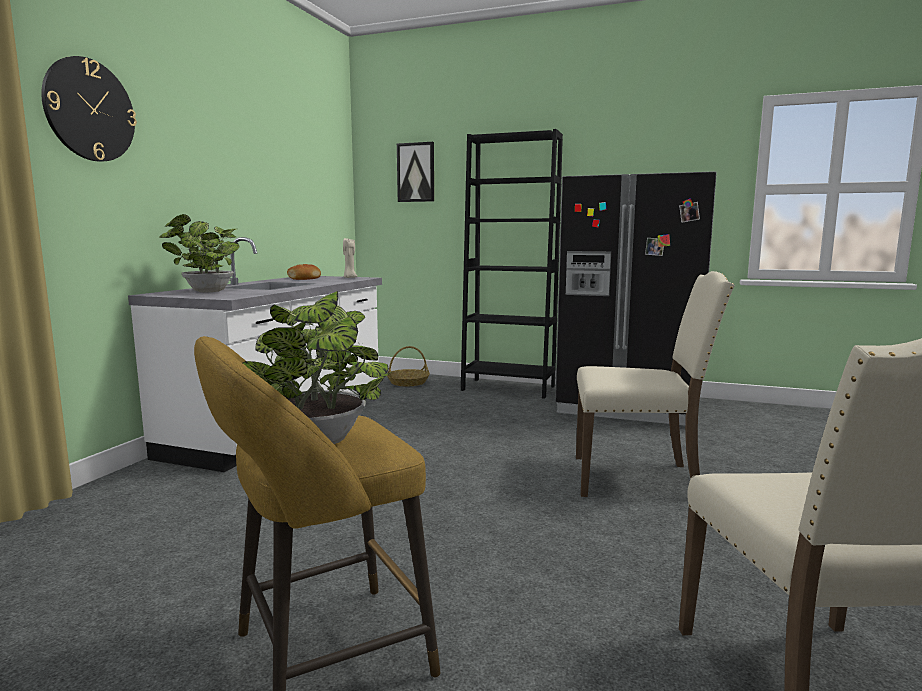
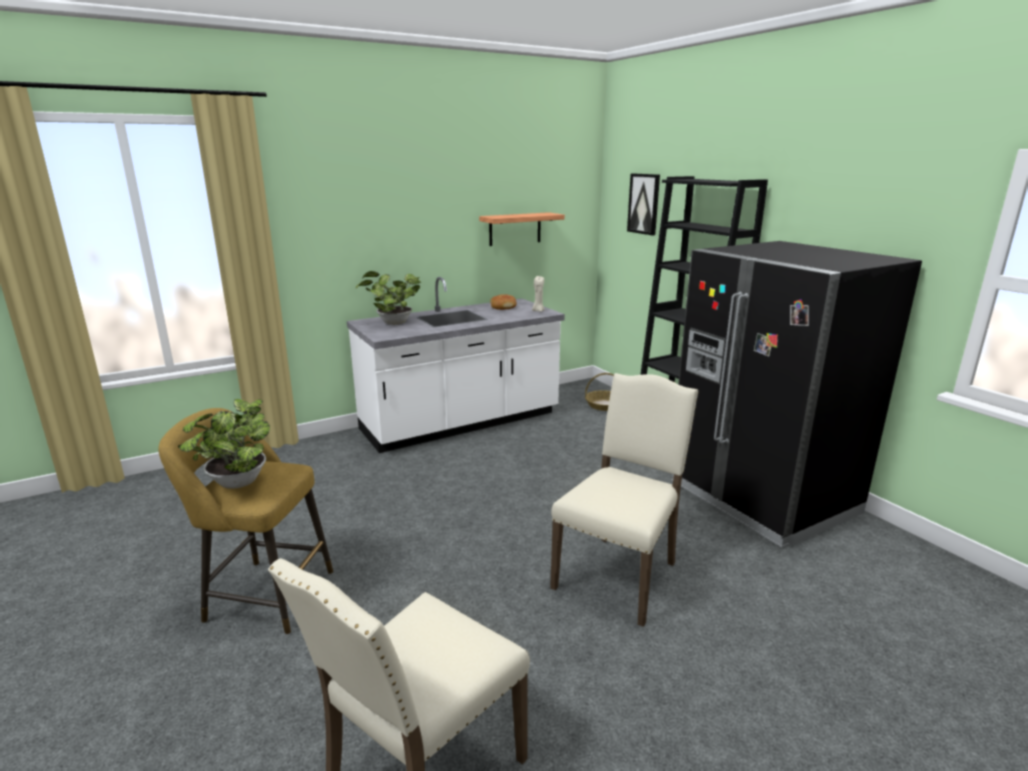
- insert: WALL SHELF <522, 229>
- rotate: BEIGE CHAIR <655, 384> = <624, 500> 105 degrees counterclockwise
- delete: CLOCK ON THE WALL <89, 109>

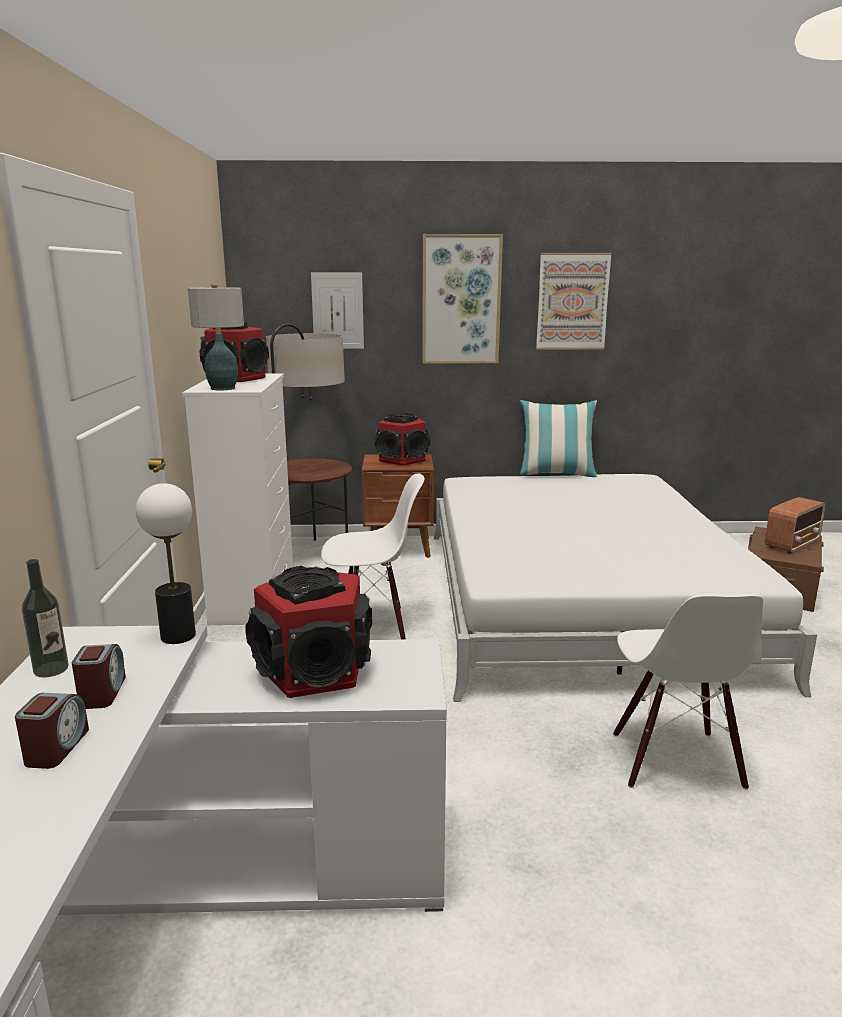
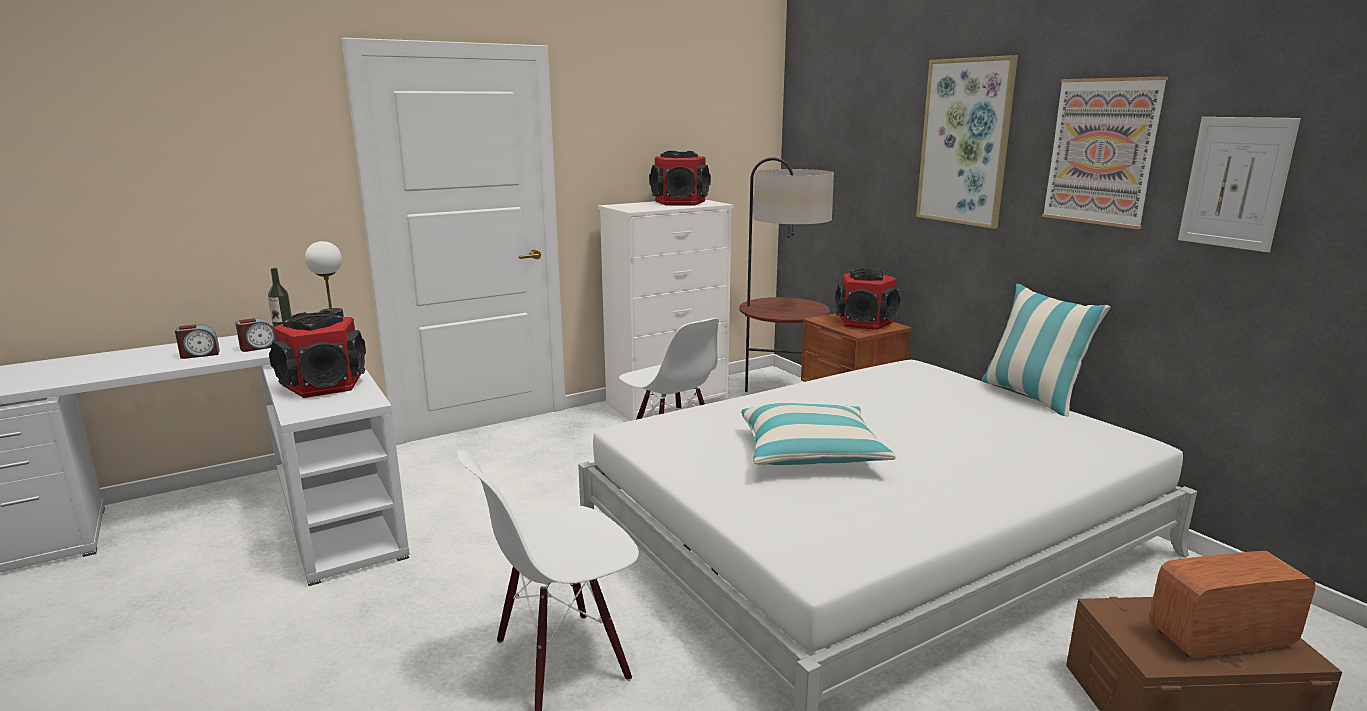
- insert: PILLOW <818, 434>
- rotate: RADIO SET <795, 525> = <1232, 604> 150 degrees clockwise
- move: WALL ART <337, 311> to <1239, 185>
- delete: LAMP FOR A TABLE <216, 337>

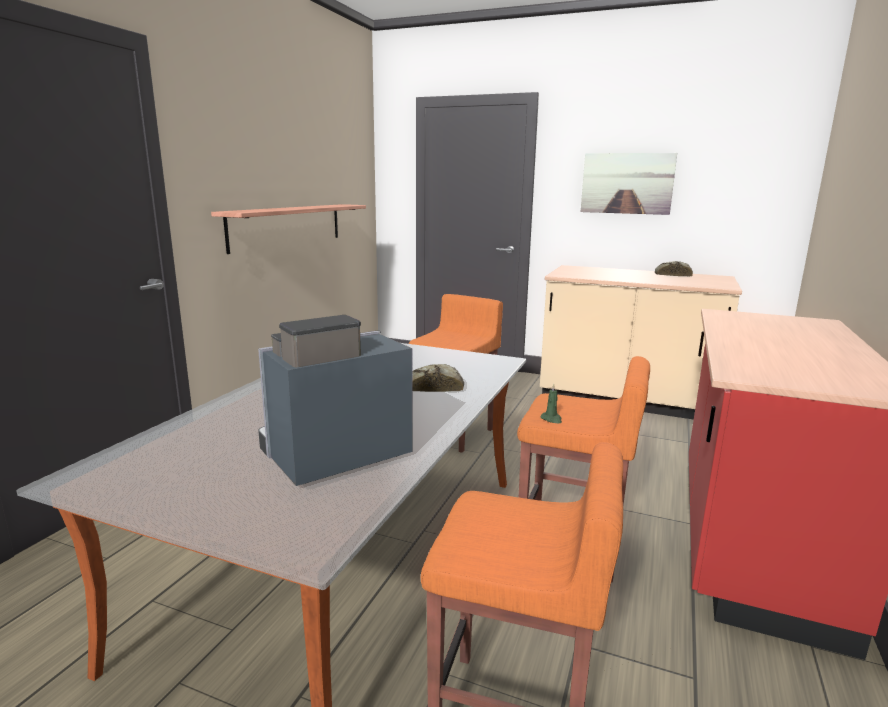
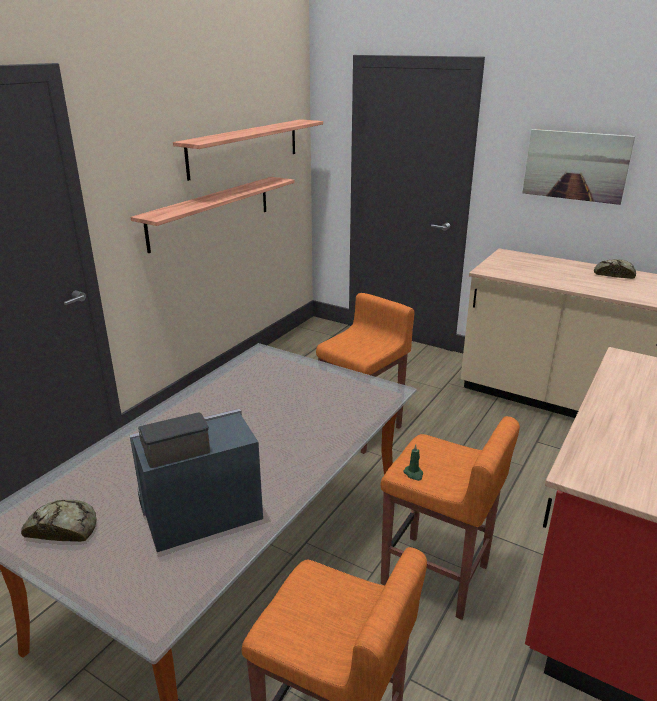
- move: BREAD <438, 378> to <58, 521>
- insert: WALL SHELF <248, 150>

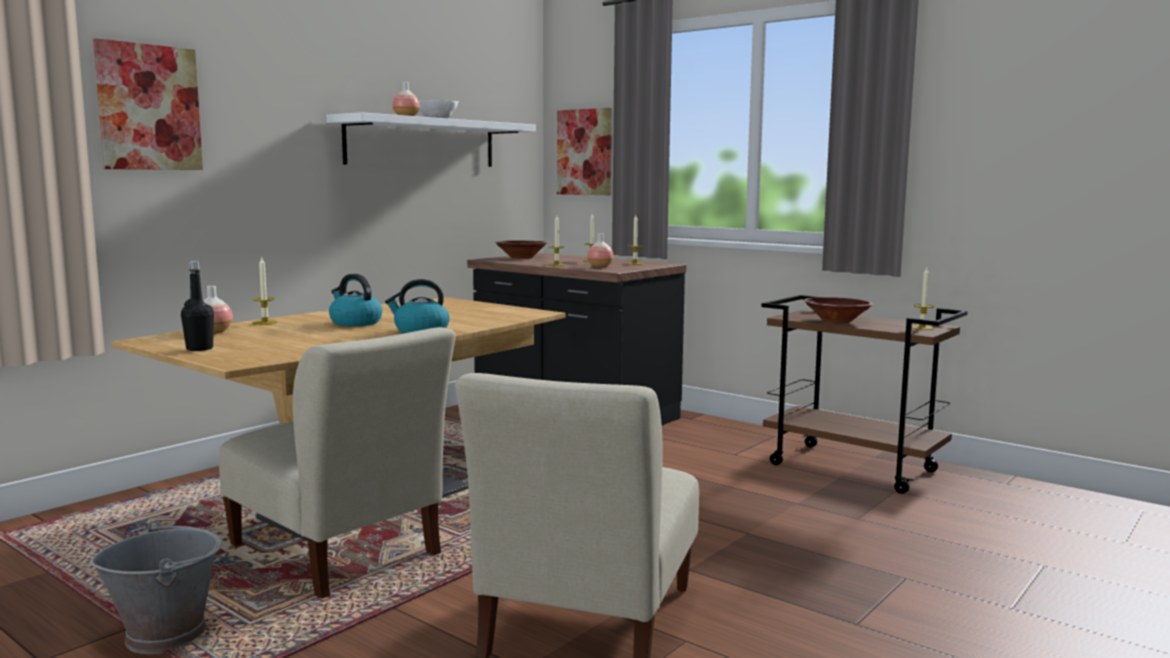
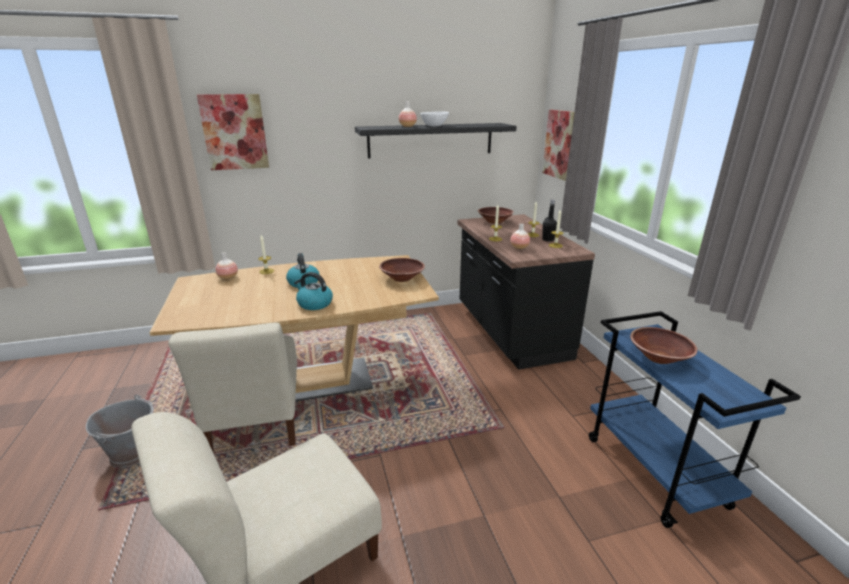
- recolor: WHITISH WALL SHELF <431, 139> to BLACKISH WALL SHELF <436, 140>
- insert: BROWN-COLOURED BOWL <402, 270>
- move: BLACKISH BEVERAGE BOTTLE <197, 306> to <549, 221>
- recolor: BROWN-COLOURED WHEELED CART <864, 394> to BLUE-COLOURED WHEELED CART <695, 419>
- delete: WAX LIGHT <923, 299>

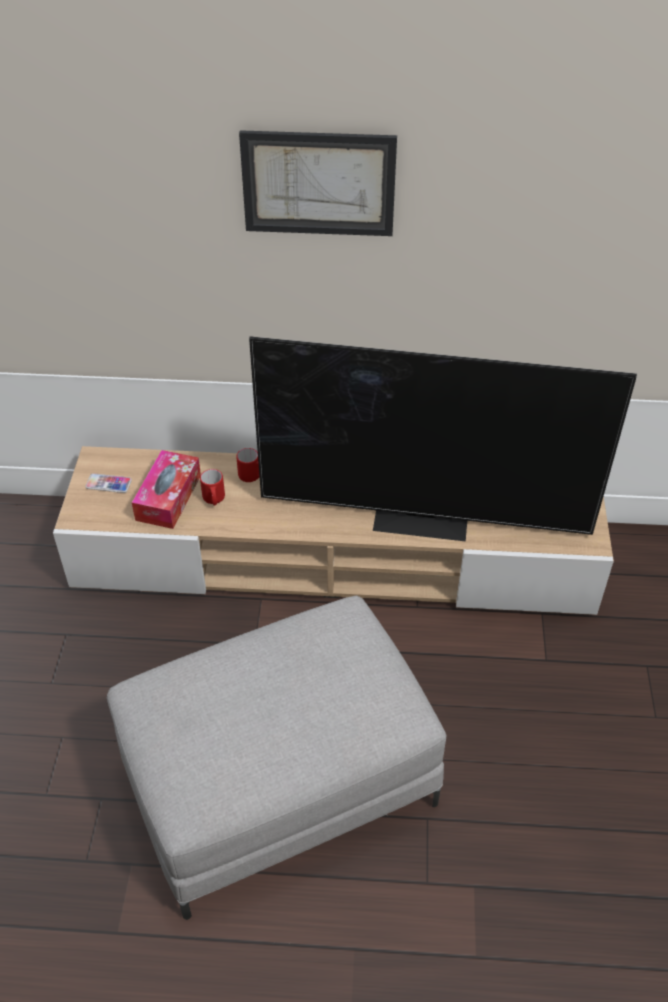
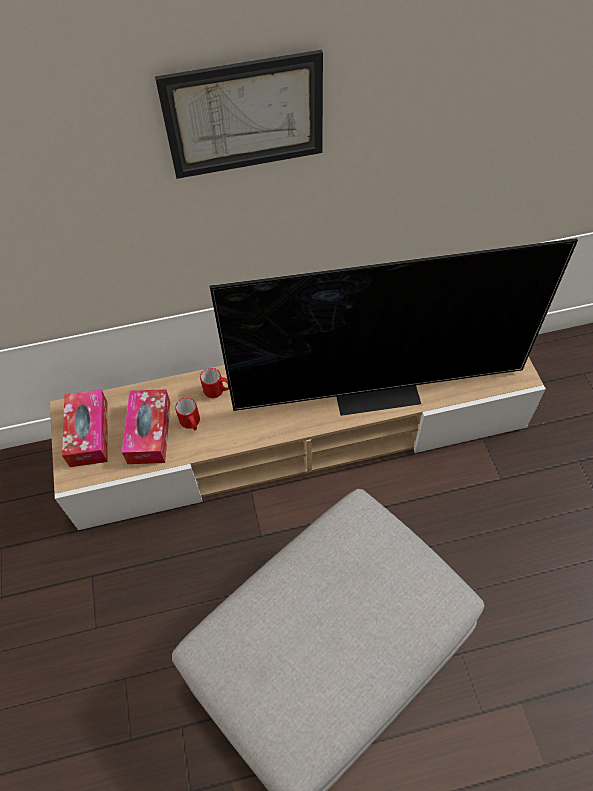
- replace: HANDSET <108, 483> to BOX OF TISSUES <85, 428>

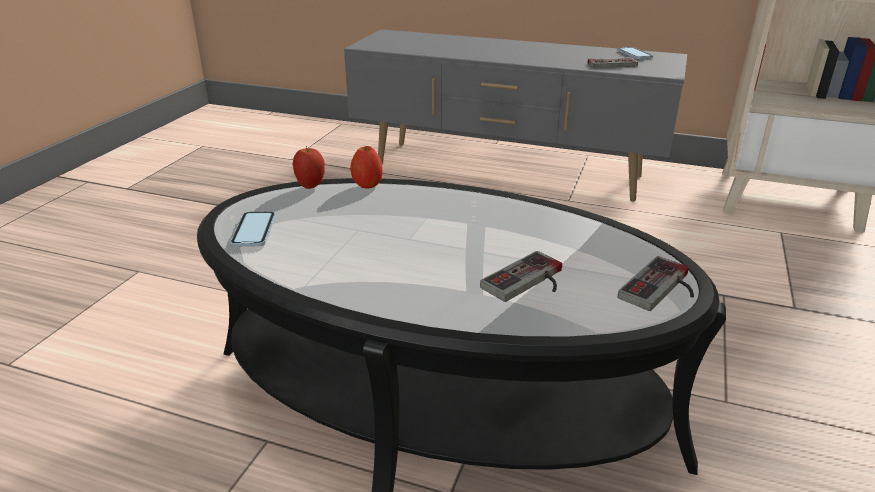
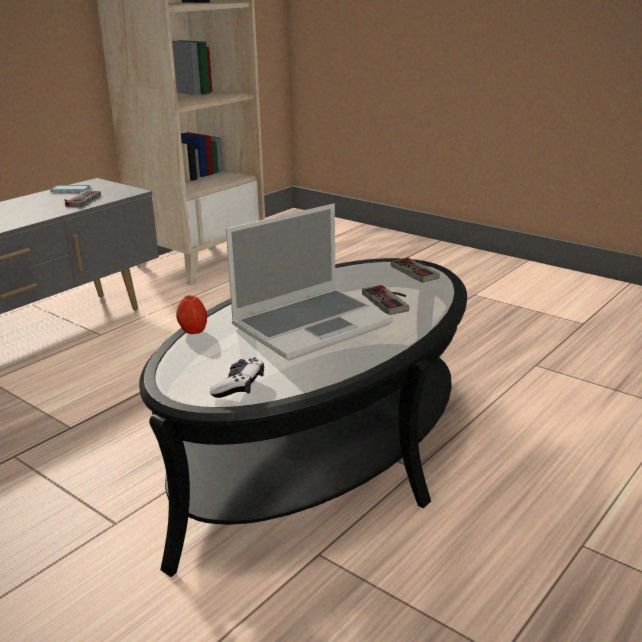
- replace: HANDSET <253, 229> to JOYPAD <237, 378>
- insert: PORTABLE COMPUTER <309, 282>
- delete: APPLE <309, 167>

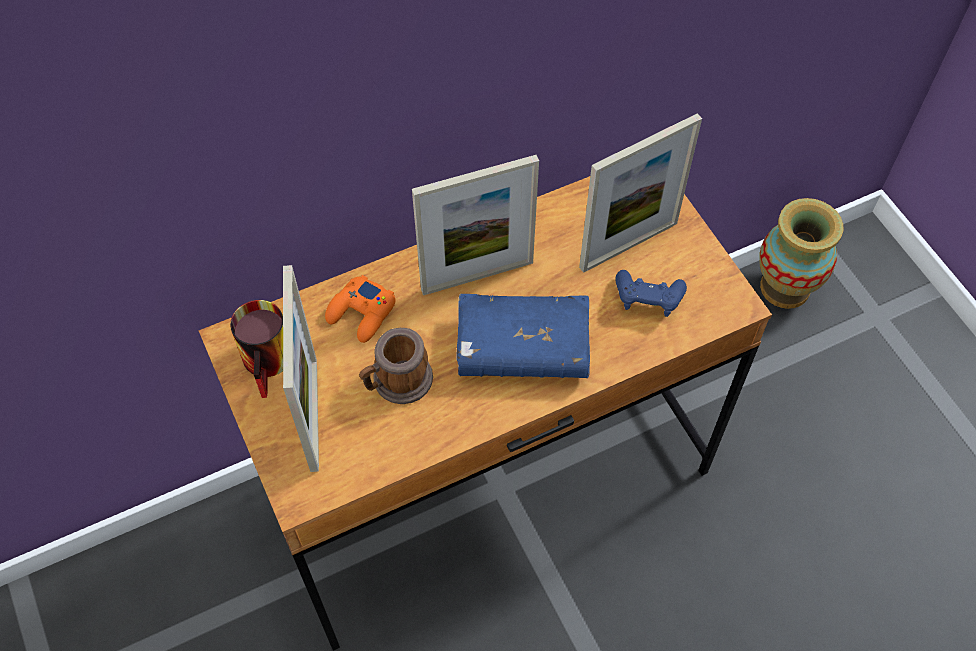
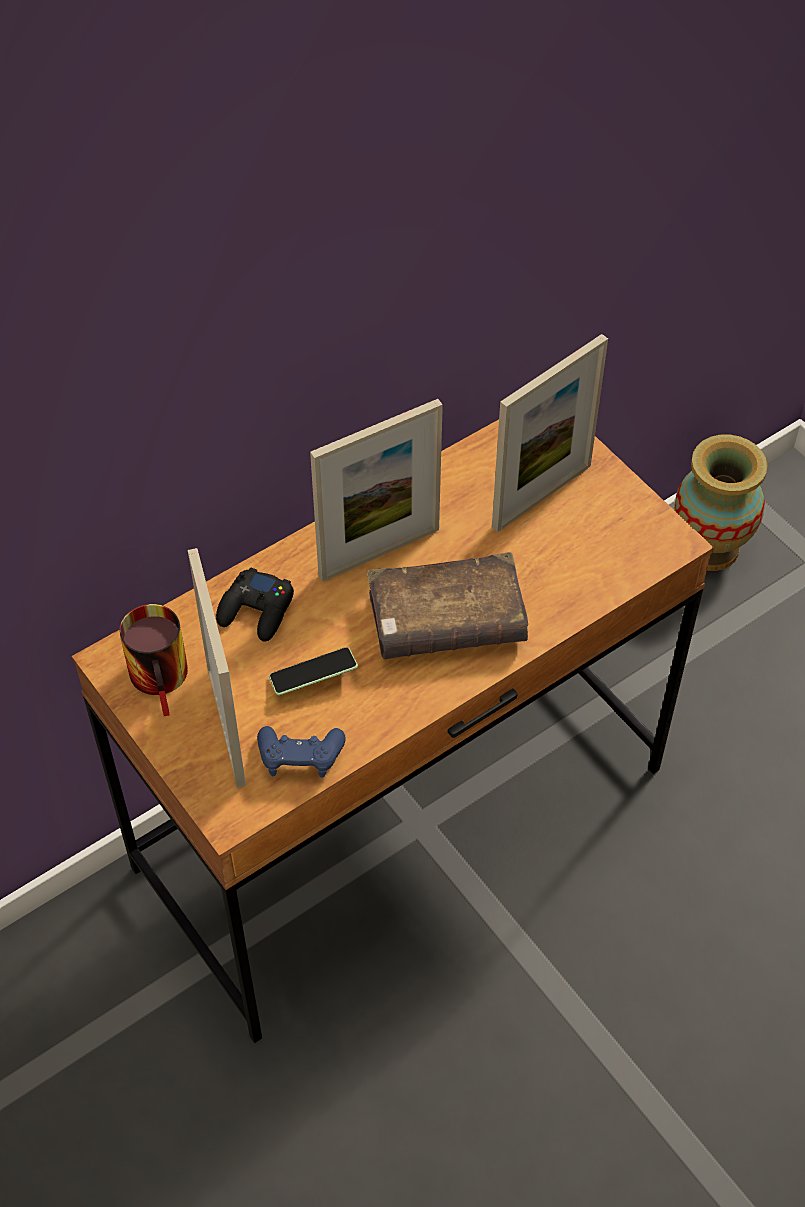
- recolor: ORANGE JOYPAD <360, 309> to BLACKISH JOYPAD <255, 604>
- move: BLUE-COLOURED JOYPAD <651, 293> to <301, 752>
- replace: MUG <396, 366> to HANDSET <313, 671>
- recolor: BLUE-COLOURED VOLUME <523, 336> to BROWN-COLOURED VOLUME <448, 605>

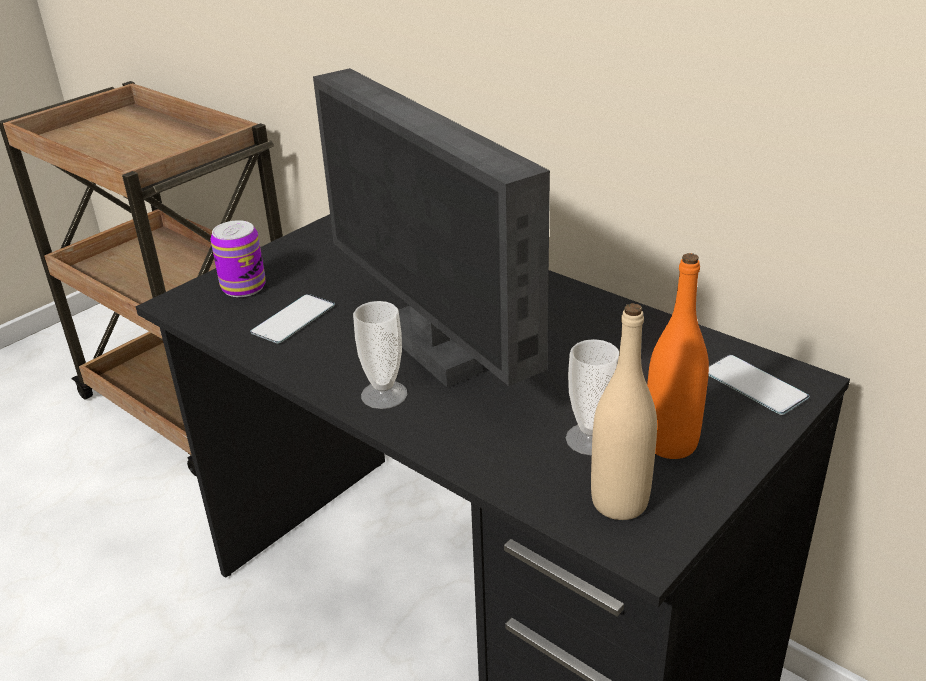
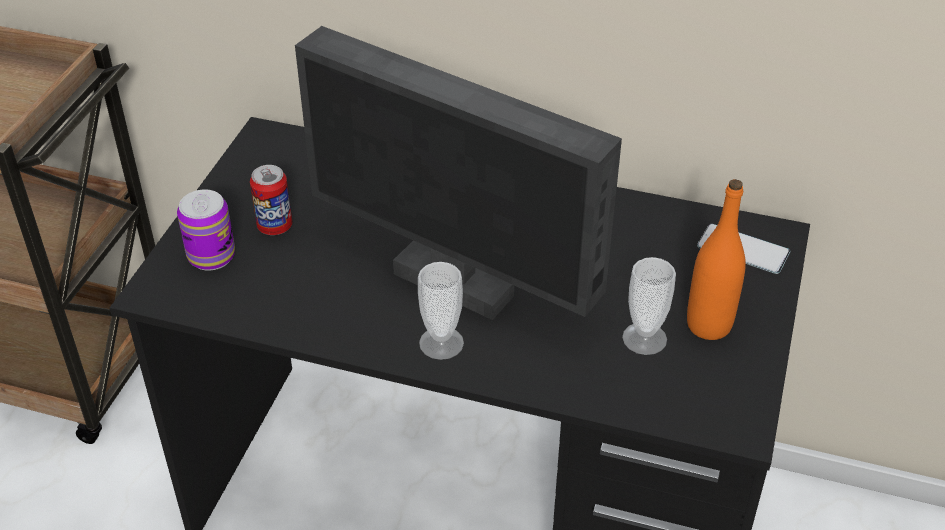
- insert: SEALED CAN <271, 200>
- delete: HANDSET <292, 319>
- delete: BEIGE BEVERAGE BOTTLE <624, 411>

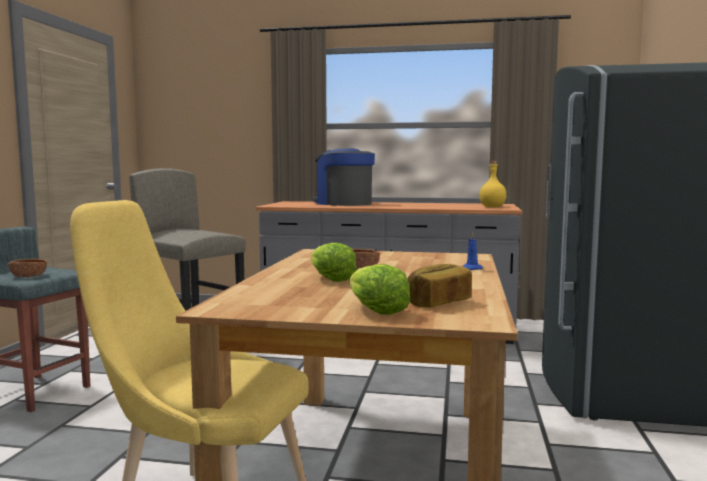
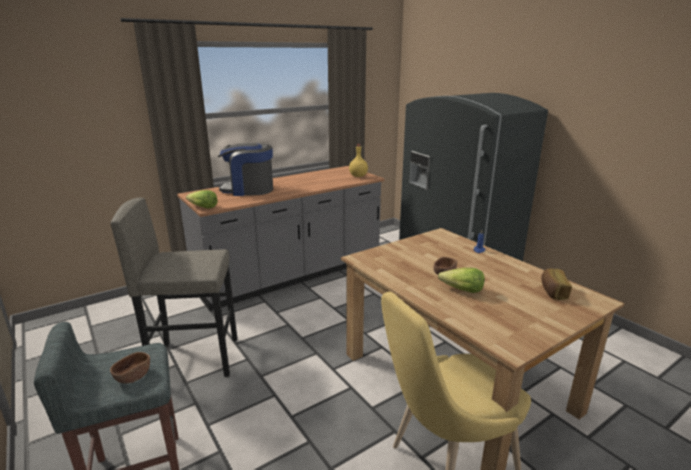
- move: LETTUCE HEAD <379, 289> to <202, 199>

